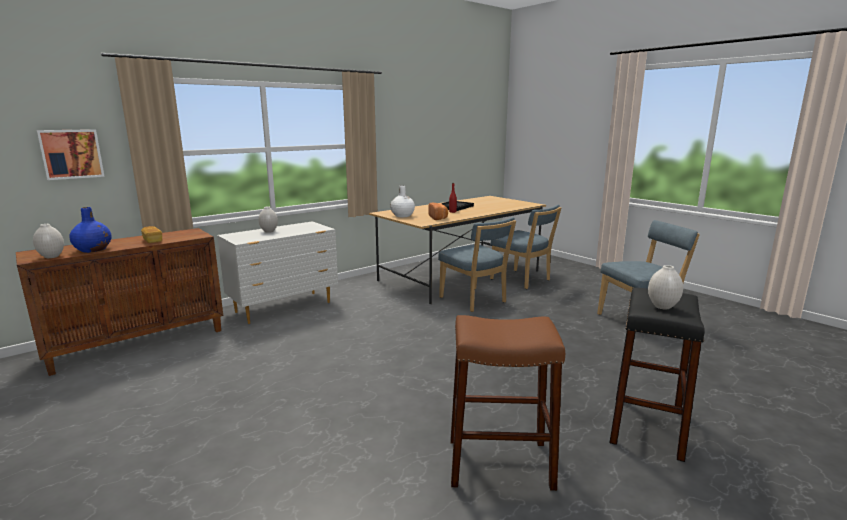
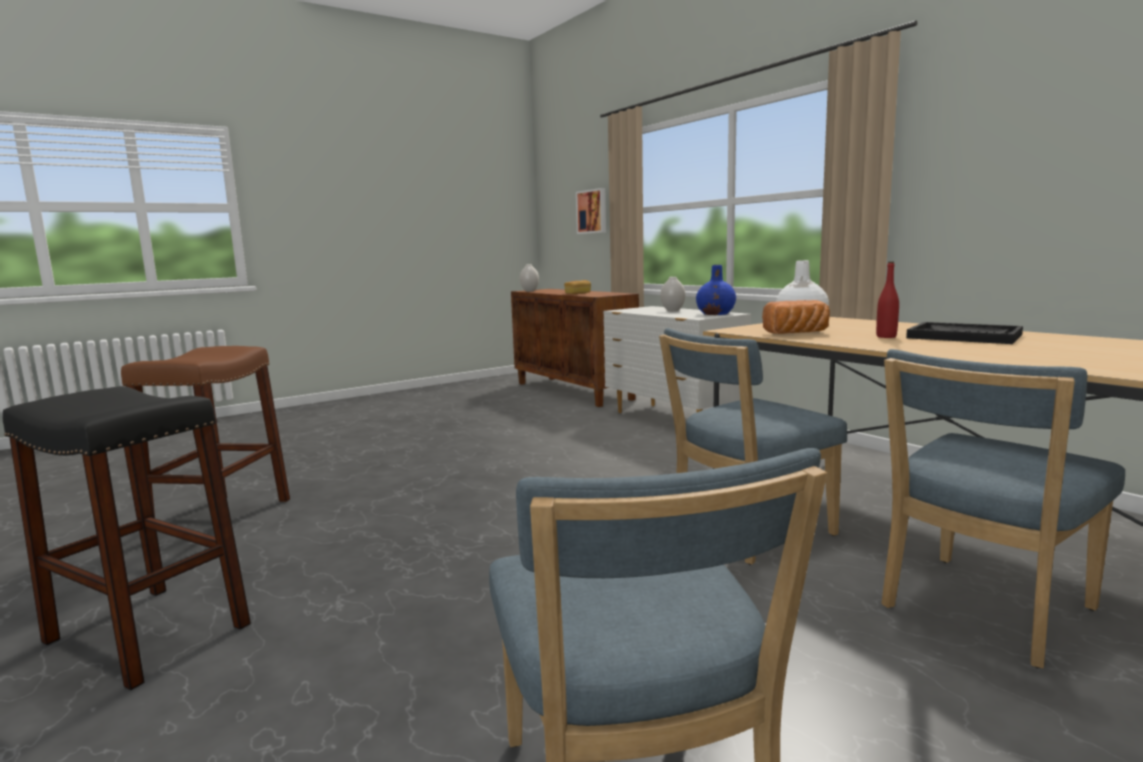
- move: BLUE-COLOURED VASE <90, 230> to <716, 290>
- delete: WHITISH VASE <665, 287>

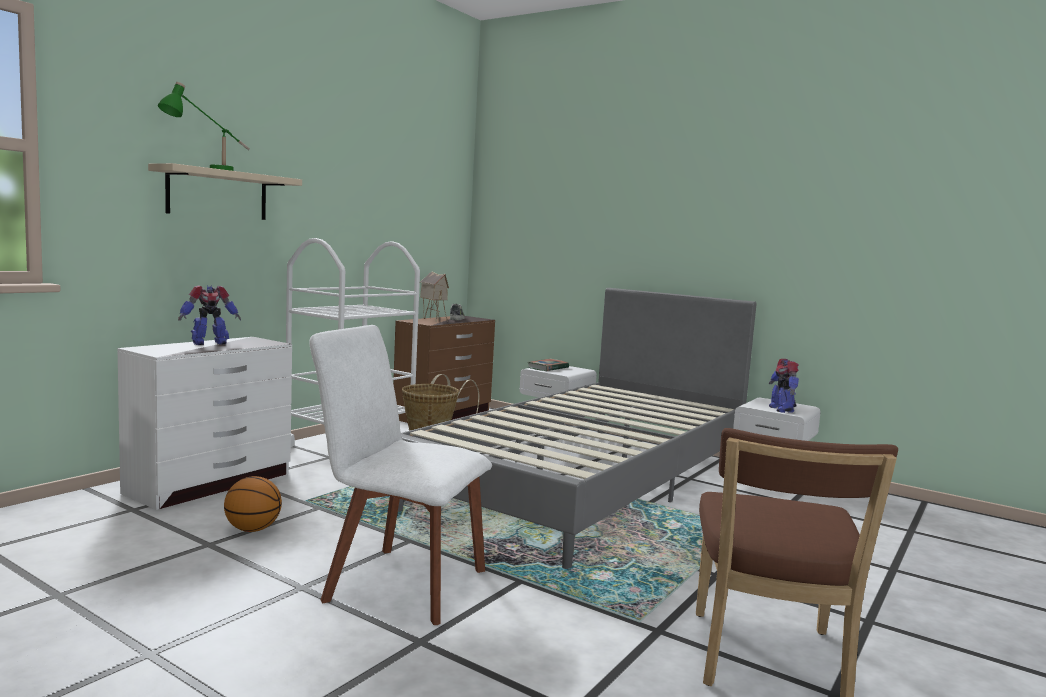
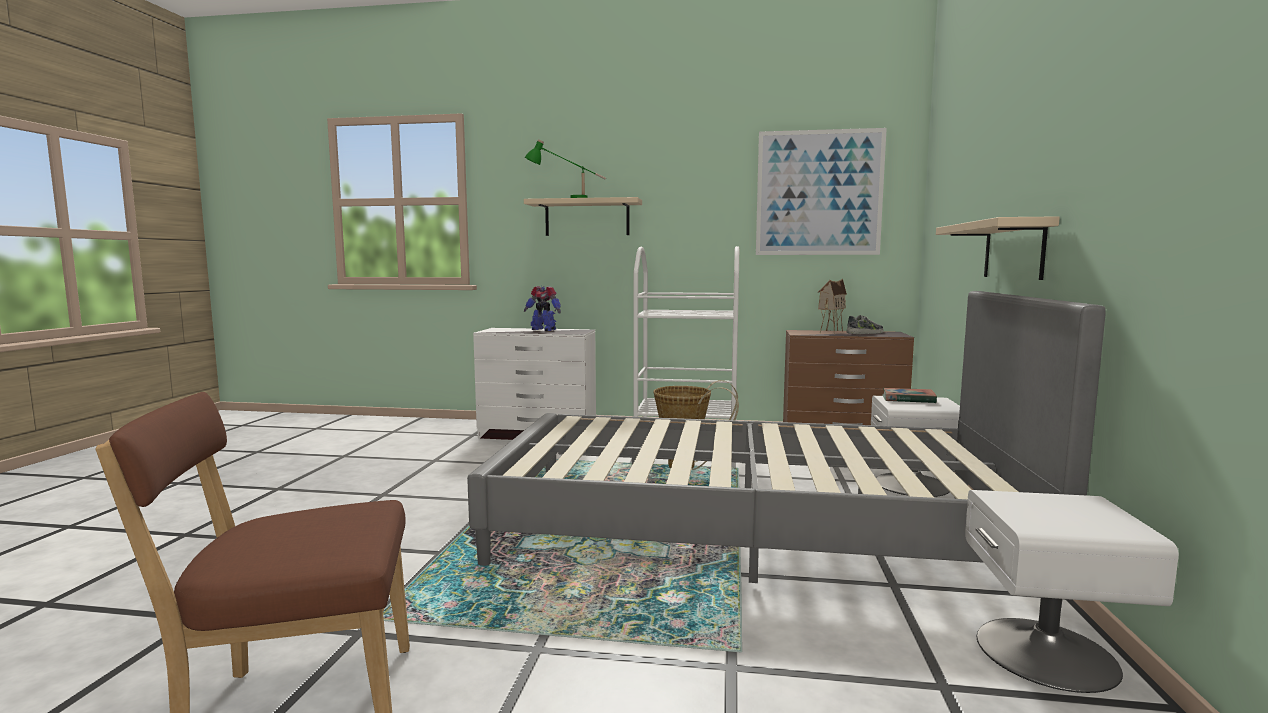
- insert: WALL ART <821, 191>
- insert: BEIGE WALL SHELF <998, 248>
- delete: BASKETBALL <253, 504>
- delete: WHITISH CHAIR <400, 475>
- delete: TOY ROBOT <784, 386>

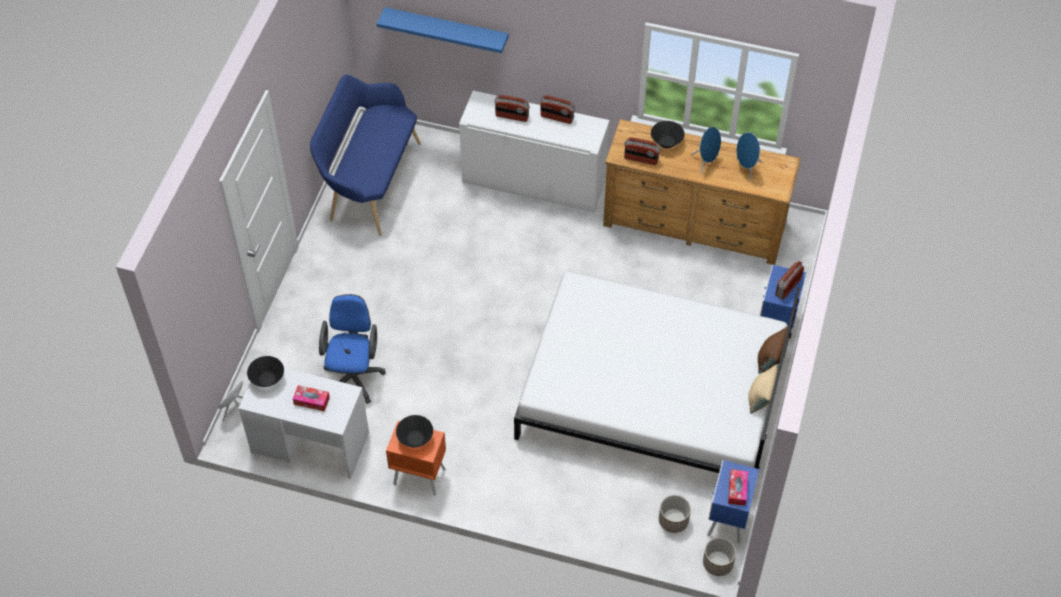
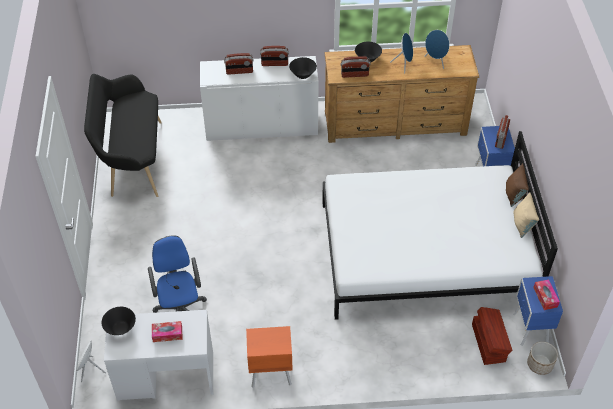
- recolor: BLUE-COLOURED LONG SEAT <365, 155> to BLACKISH LONG SEAT <123, 135>
- move: BLACKISH BOWL <414, 431> to <303, 68>
- replace: PLANTER <675, 514> to BROWN-COLOURED STORAGE BOX <492, 336>
- delete: BLUE-COLOURED WALL SHELF <443, 30>

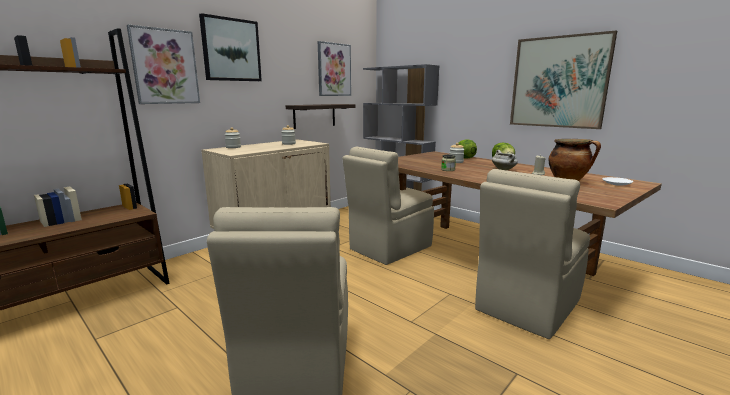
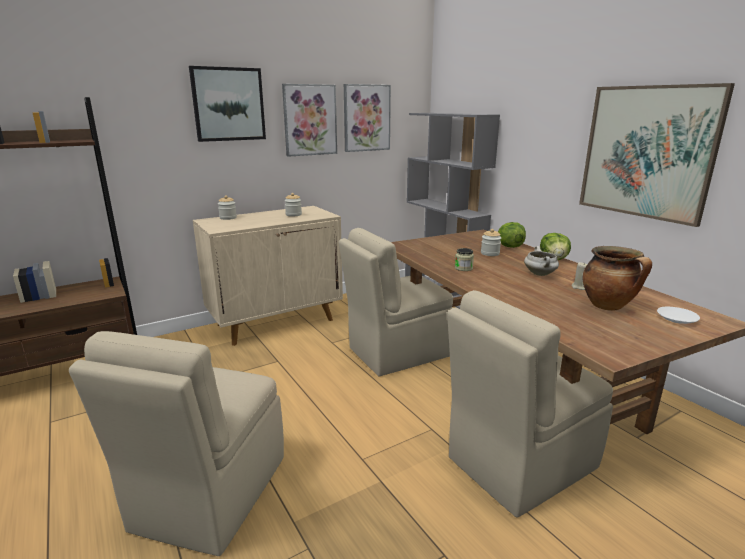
- move: WALL ART <163, 64> to <309, 120>
- delete: WALL SHELF <320, 116>

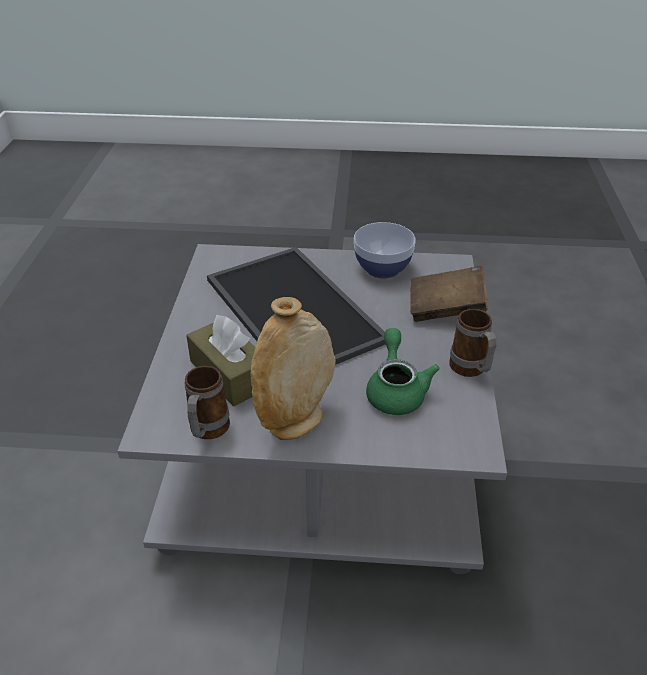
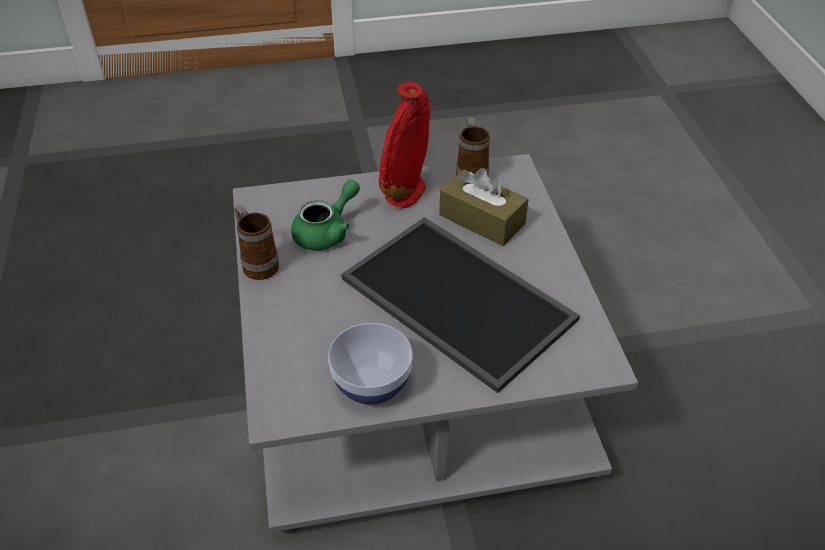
- rotate: GREENISH TEAPOT <403, 371> = <325, 215> 120 degrees counterclockwise
- recolor: BEIGE VASE <293, 368> to REDDISH VASE <405, 145>
- delete: BROWN-COLOURED VOLUME <449, 294>

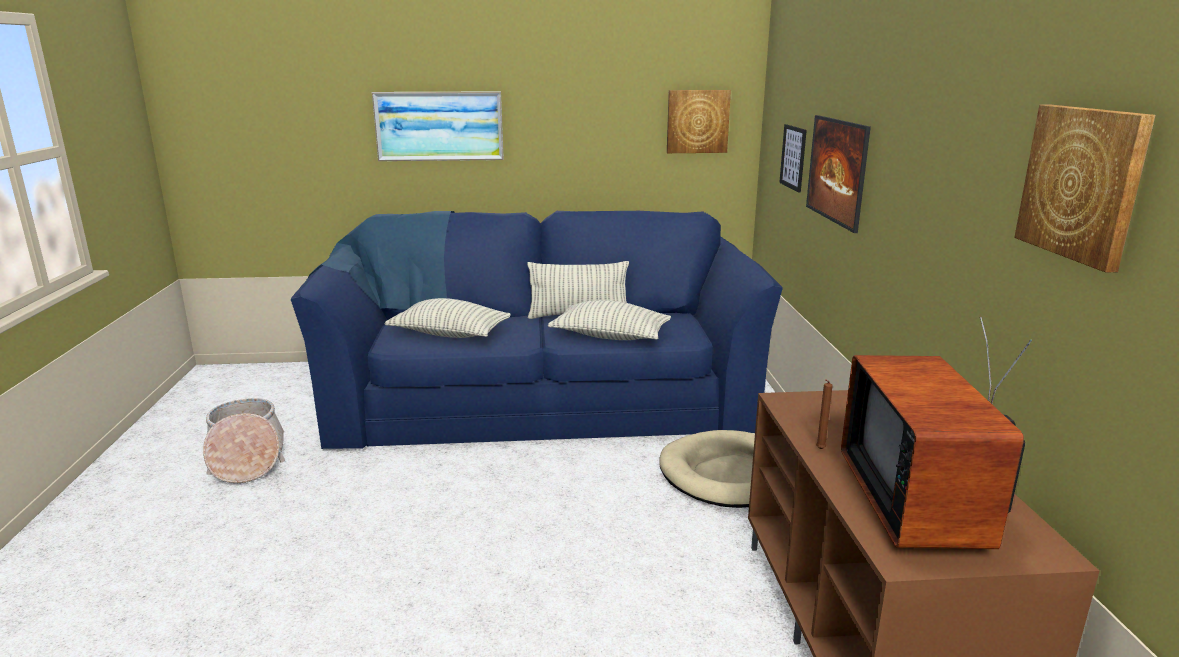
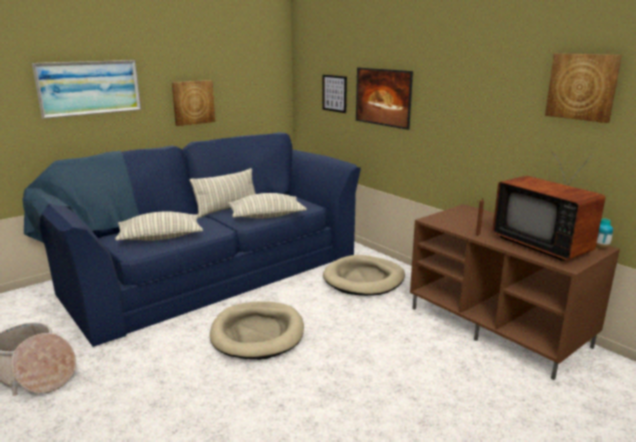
- move: WALL ART <699, 121> to <193, 103>
- insert: BEIGE PET BED <257, 330>
- insert: VASE <604, 234>

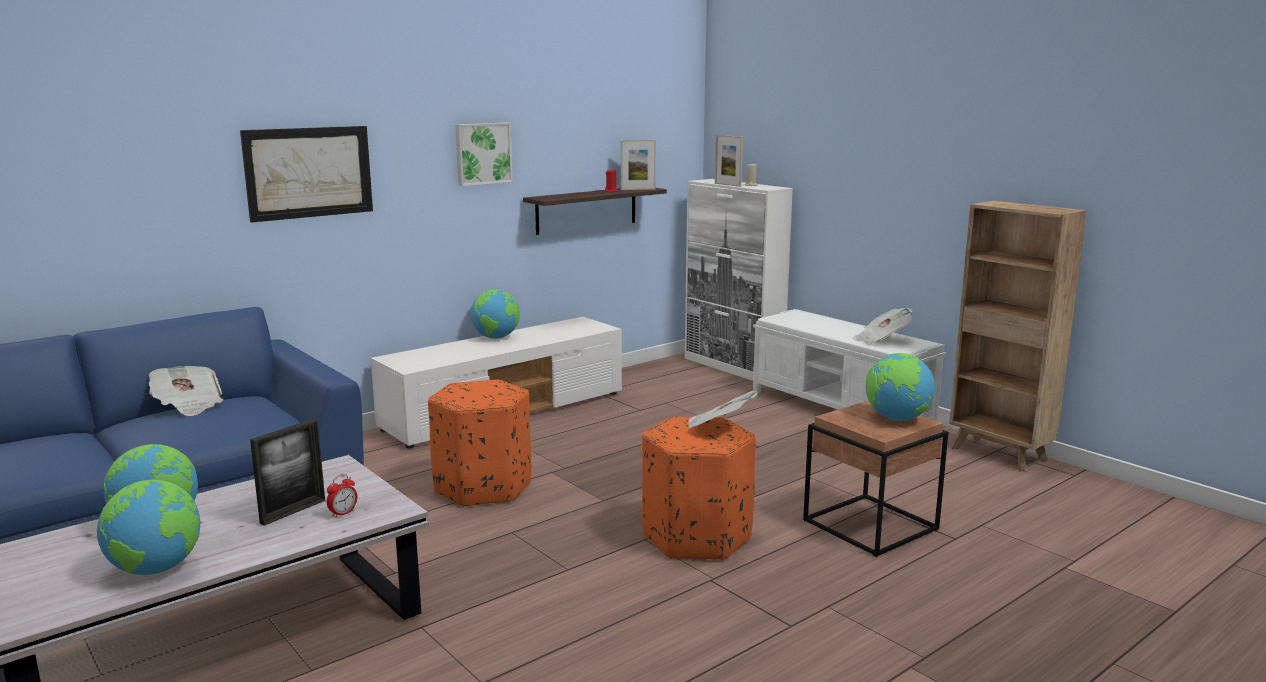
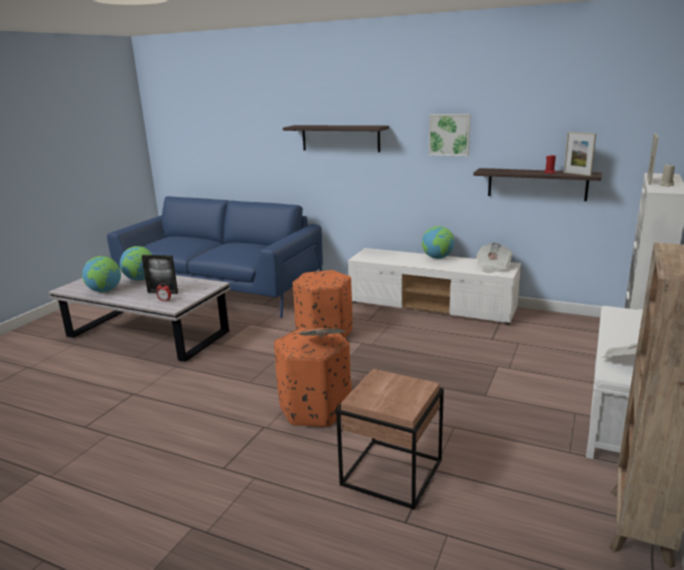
- replace: WALL ART <306, 174> to WALL SHELF <336, 138>
- move: DAILY PAPER <186, 391> to <494, 257>
- delete: DESK GLOBE <900, 387>

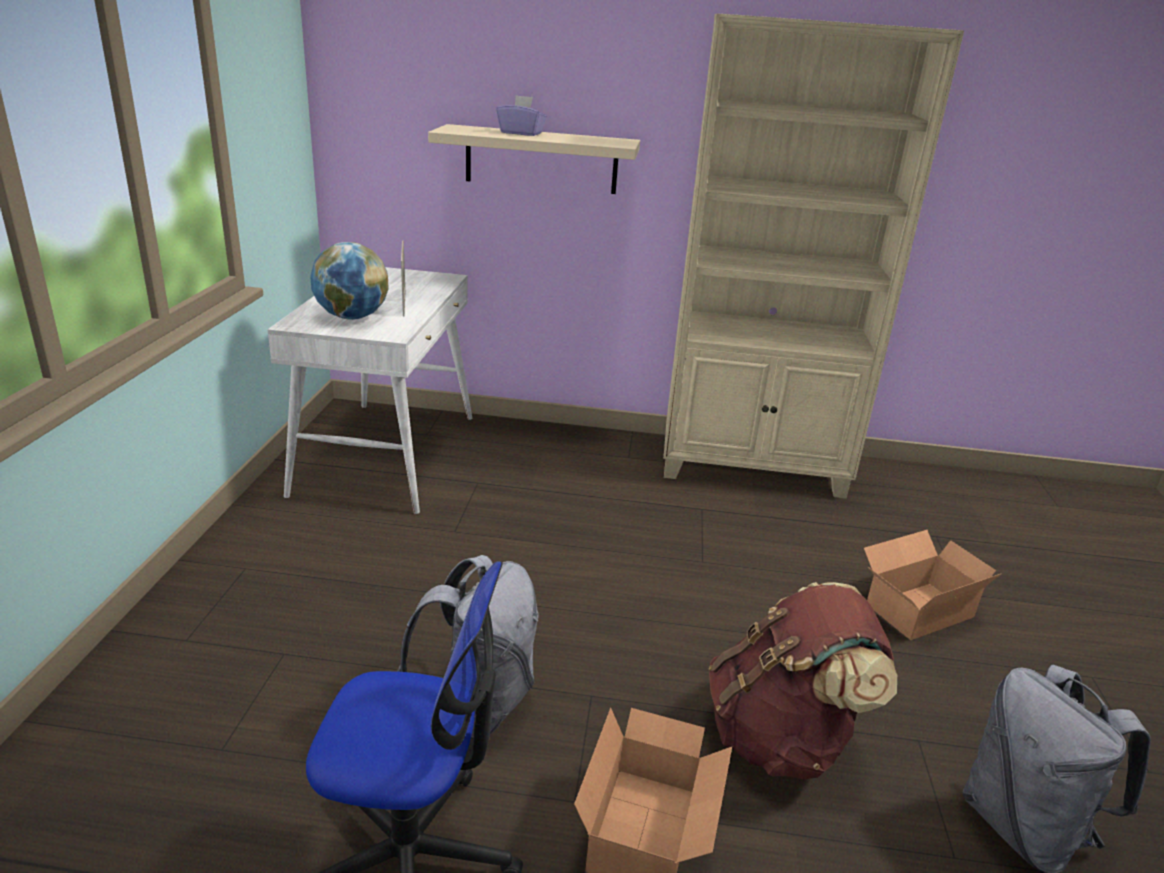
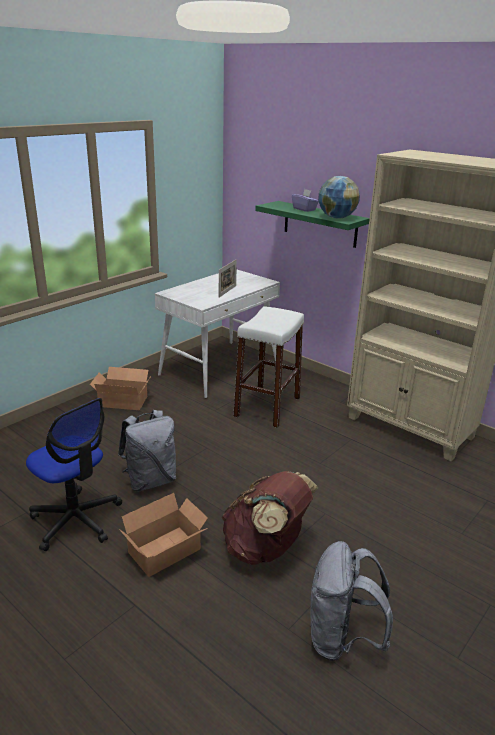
- move: PACKING BOX <933, 585> to <120, 388>
- insert: WHITISH STOOL SEAT <268, 367>
- recolor: BEIGE WALL SHELF <534, 159> to GREENISH WALL SHELF <312, 224>
- move: DESK GLOBE <349, 281> to <339, 197>

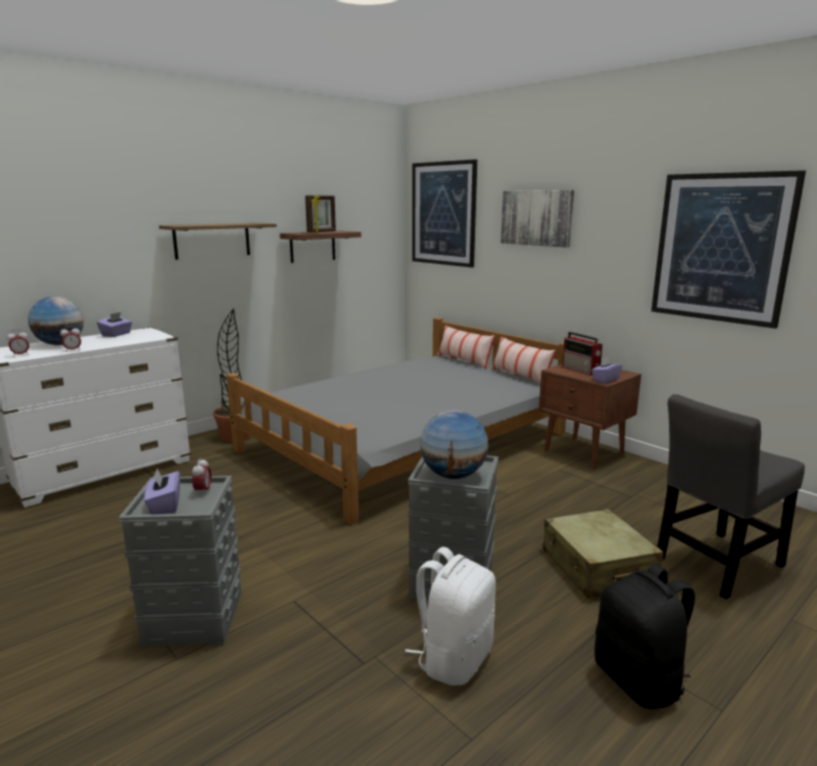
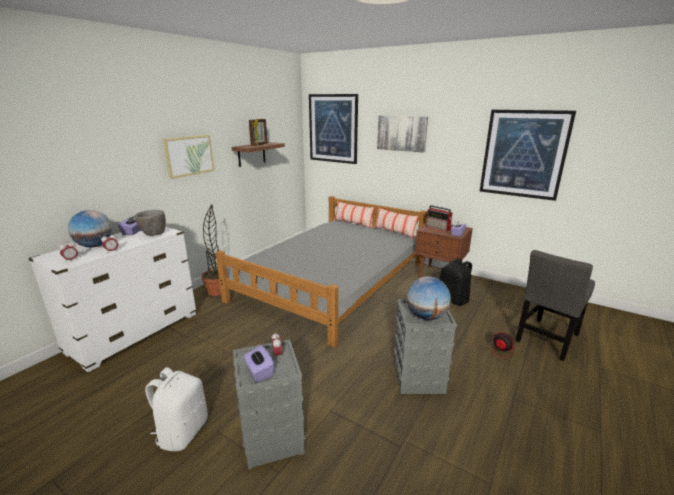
- insert: GREYISH BOWL <150, 223>
- move: WHITISH BACKPACK <450, 616> to <176, 409>
- replace: WALL SHELF <218, 241> to WALL ART <188, 157>
- move: BLACKISH BACKPACK <645, 636> to <456, 282>
- replace: BEIGE TRAVEL CASE <603, 554> to COOLING FAN <489, 350>

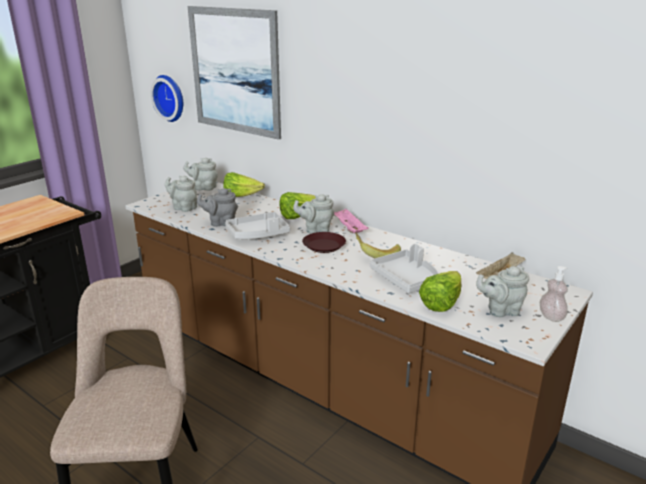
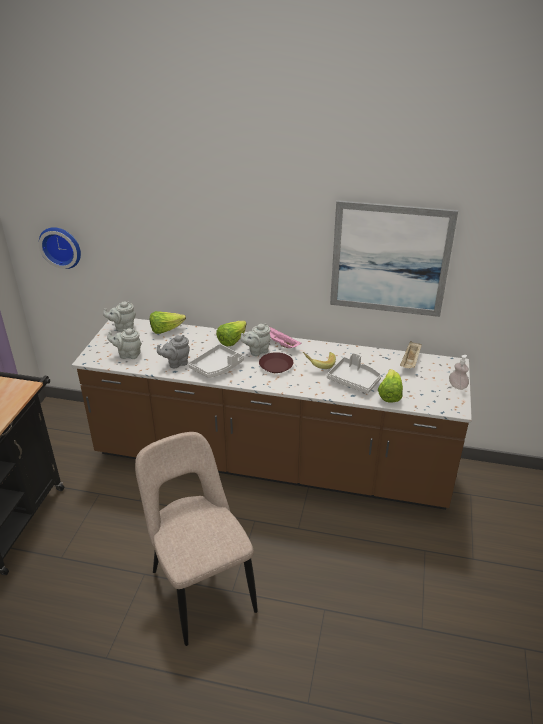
- move: WALL ART <234, 73> to <394, 258>
- delete: GREYISH TEAPOT <502, 291>

